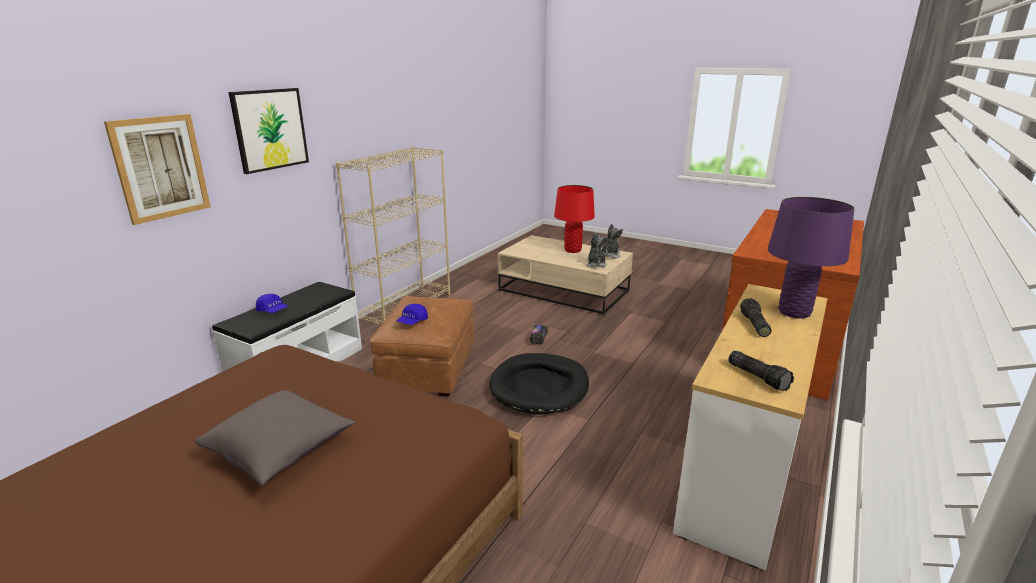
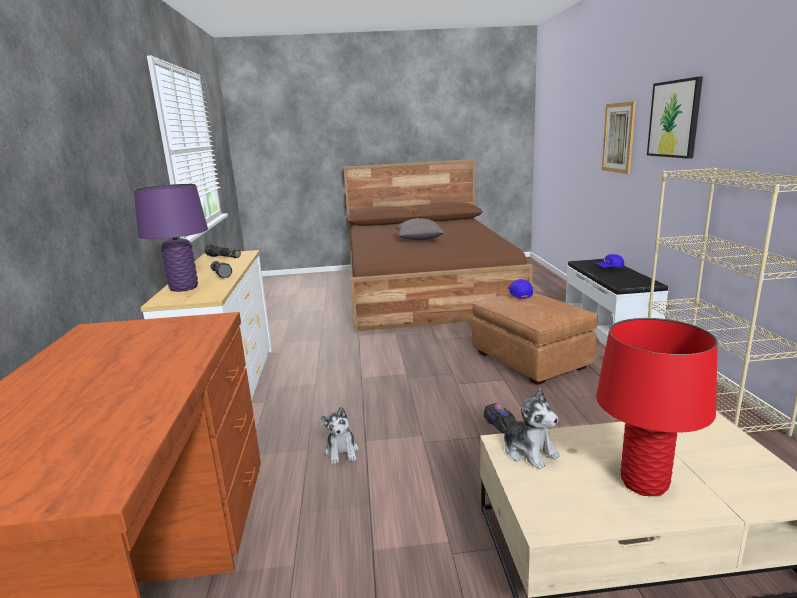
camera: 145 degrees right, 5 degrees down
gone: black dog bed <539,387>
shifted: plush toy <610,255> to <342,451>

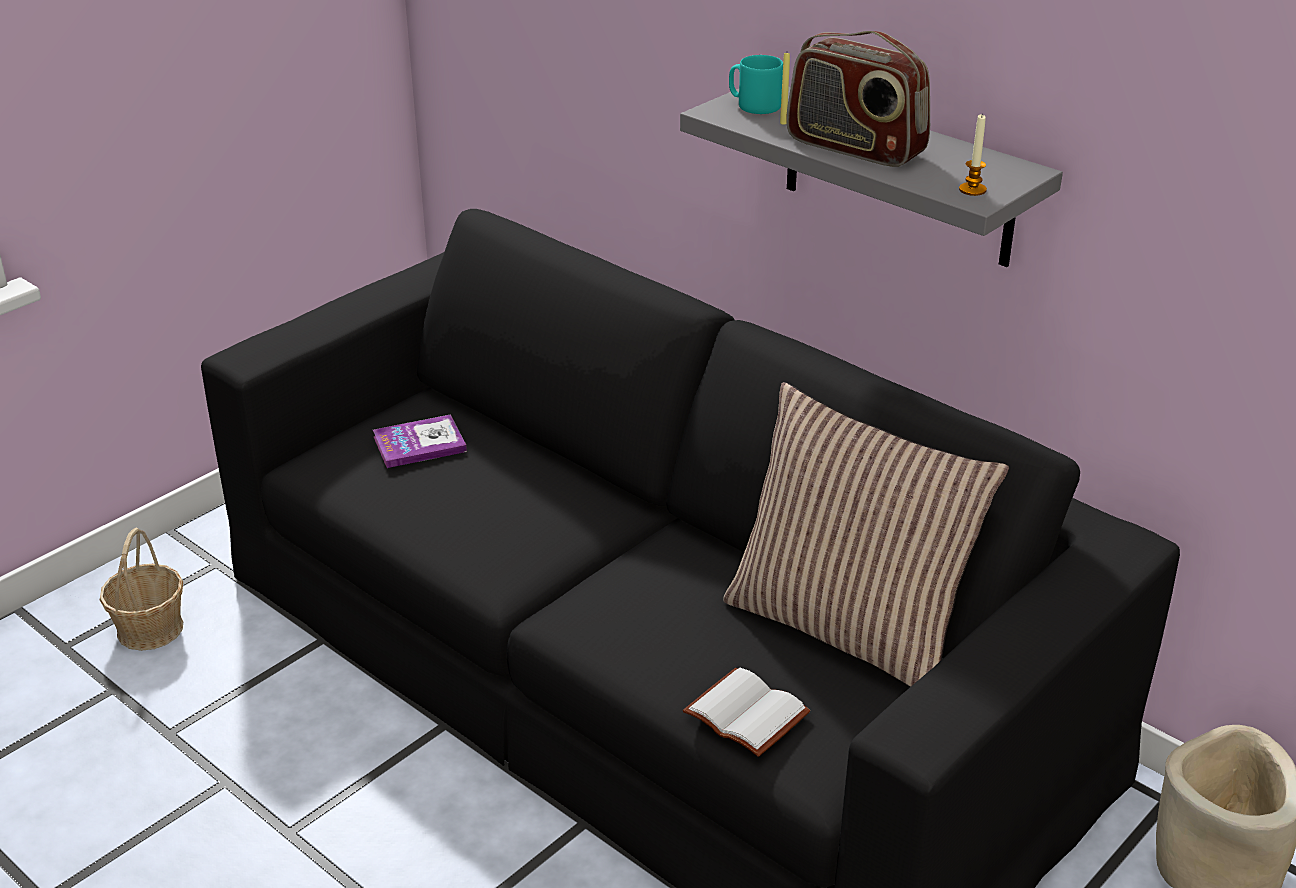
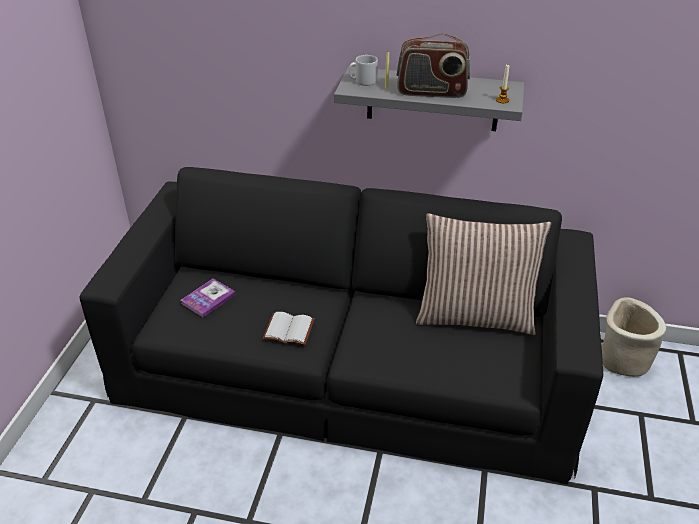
camera: 30 degrees left, 5 degrees up
gone: basket <151,628>
shifted: white book <743,715> to <287,331>
repainted: turquoise mug <754,106> to grey mug <363,81>

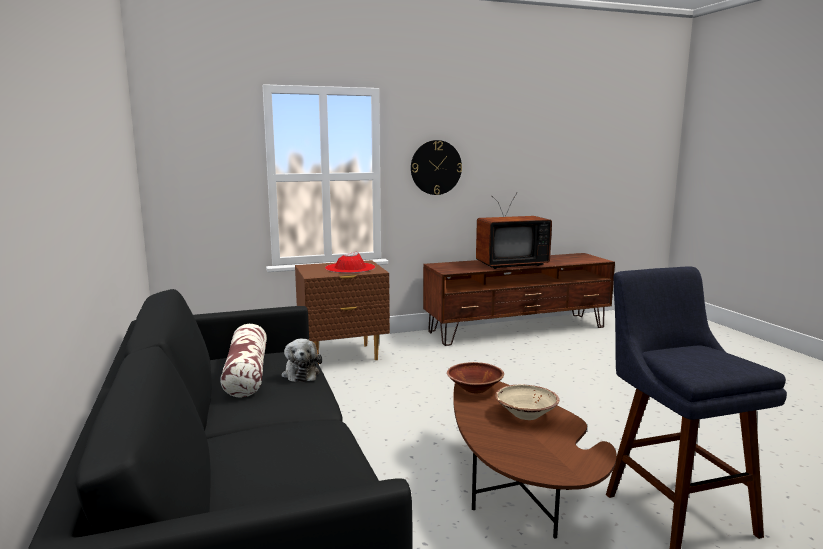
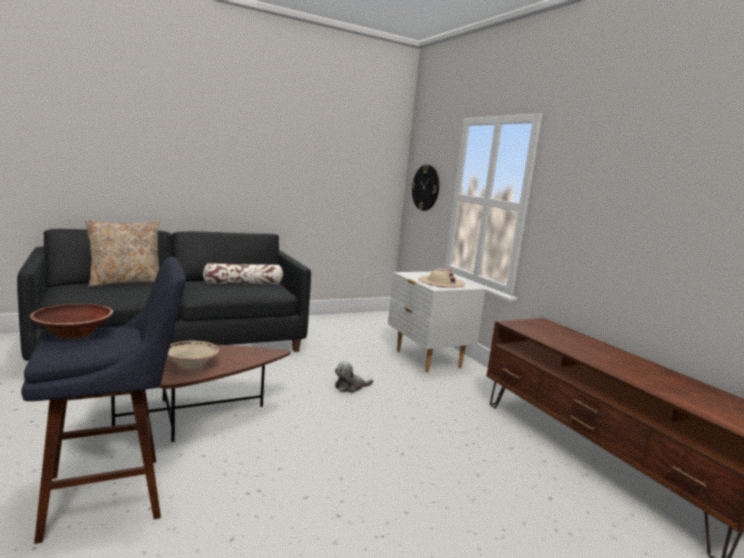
camera: 80 degrees right, 0 degrees up
gone: television <509,264>
new: beige pillow <125,282>
shifted: brown bowl <475,389> to <73,334>; plush toy <301,373> to <350,387>; wall clock <436,167> to <425,187>
repainted: brown nightstand <343,356> to white nightstand <427,359>; red hat <350,268> to beige hat <441,282>

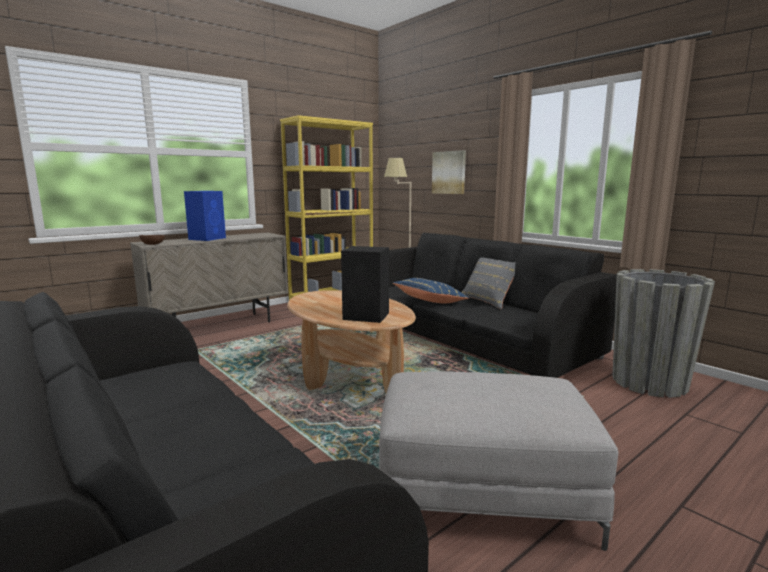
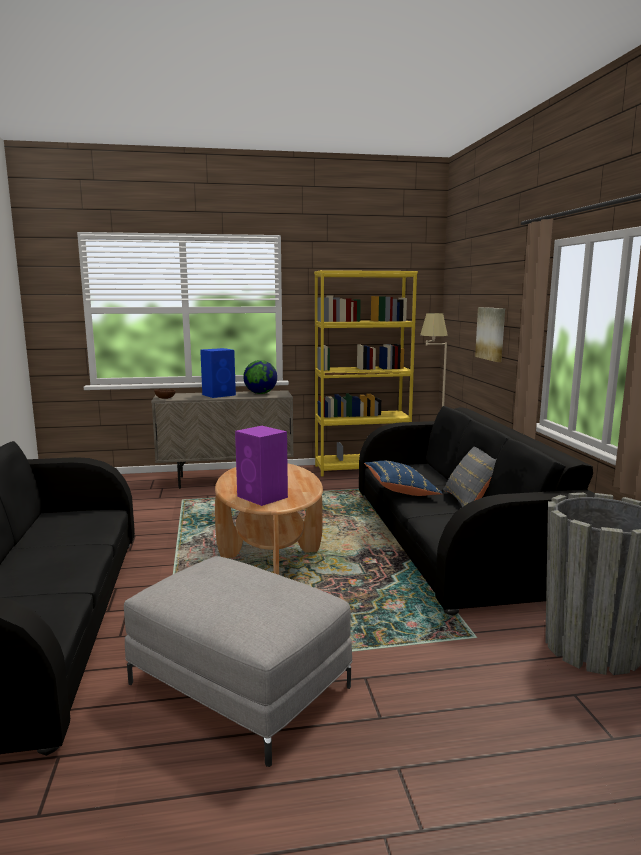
camera: 30 degrees right, 0 degrees up
new: globe <260,393>
repainted: black speaker <367,316> to purple speaker <263,497>

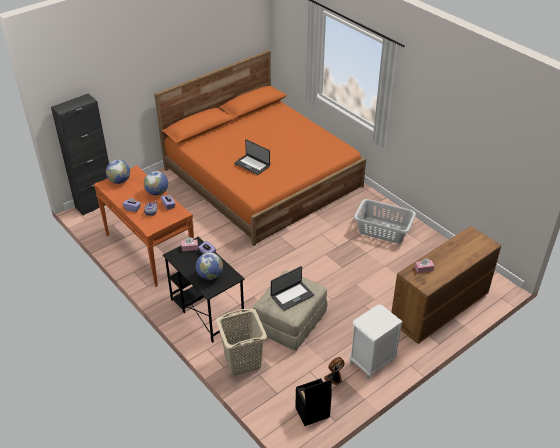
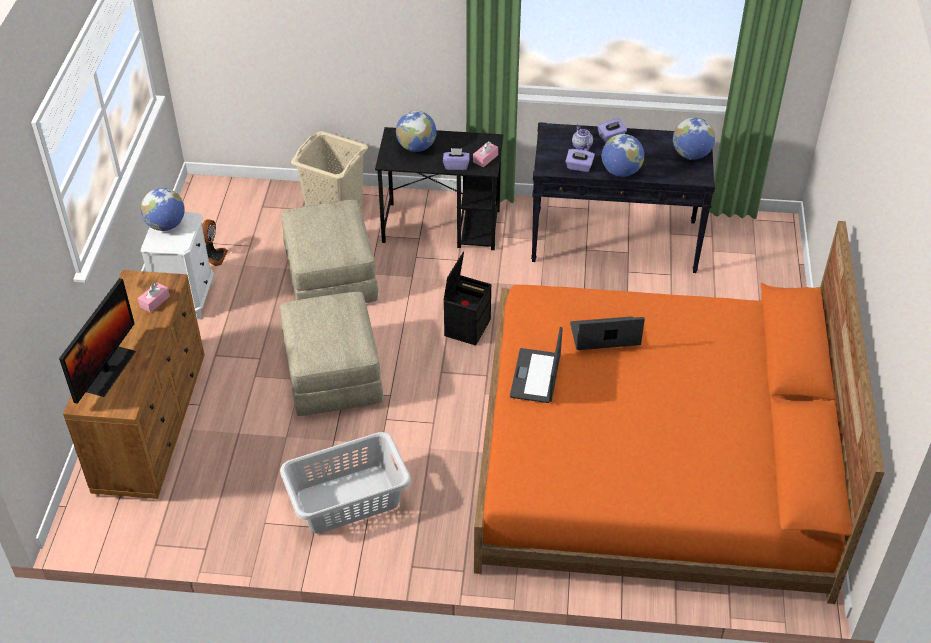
camera: 135 degrees right, 5 degrees up
gone: black cabinet <95,204>
new: monitor <107,370>; globe <166,225>; beige ottoman <332,374>
shifted: black storage box <312,413> to <467,326>; laptop <292,296> to <536,376>
repainted: orange console table <149,250> to black console table <615,241>

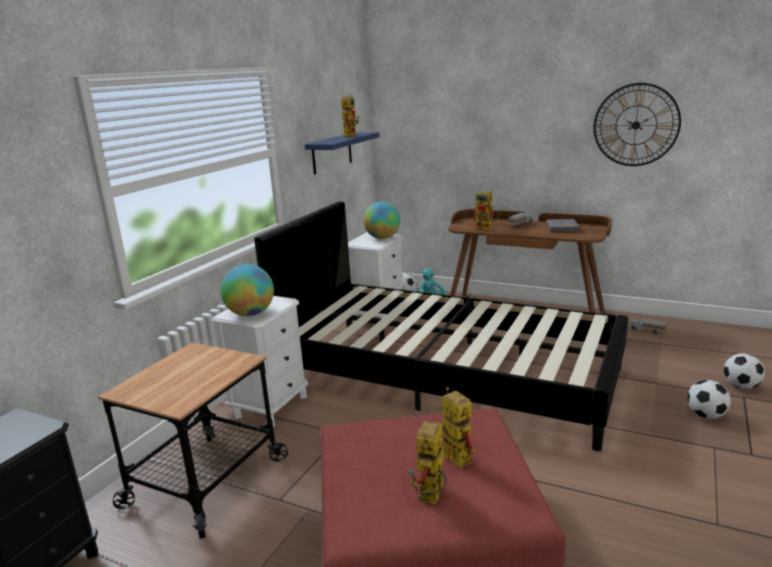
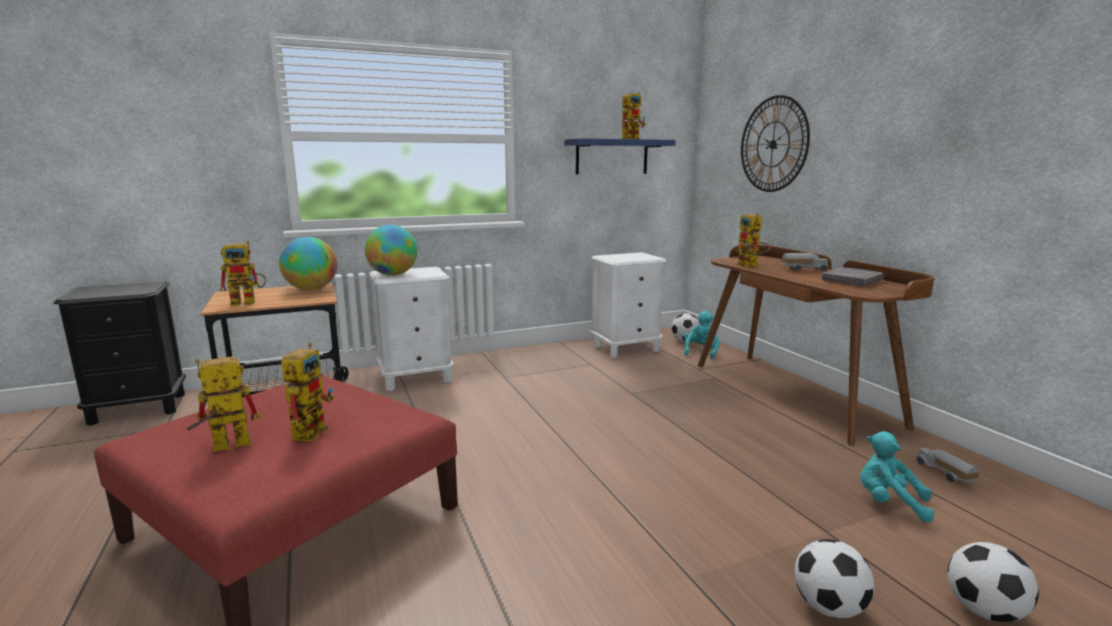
camera: 40 degrees right, 5 degrees down
gone: black bed <446,375>
new: toy robot <249,302>; turquoise plush toy <889,503>
shifted: globe <383,238> to <311,289>; wall clock <636,125> to <773,144>

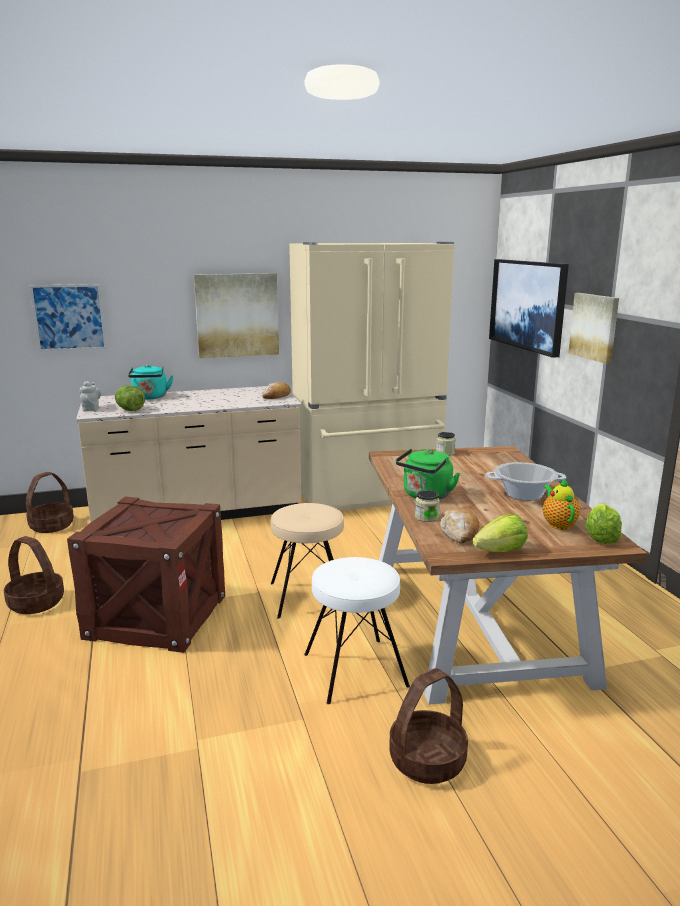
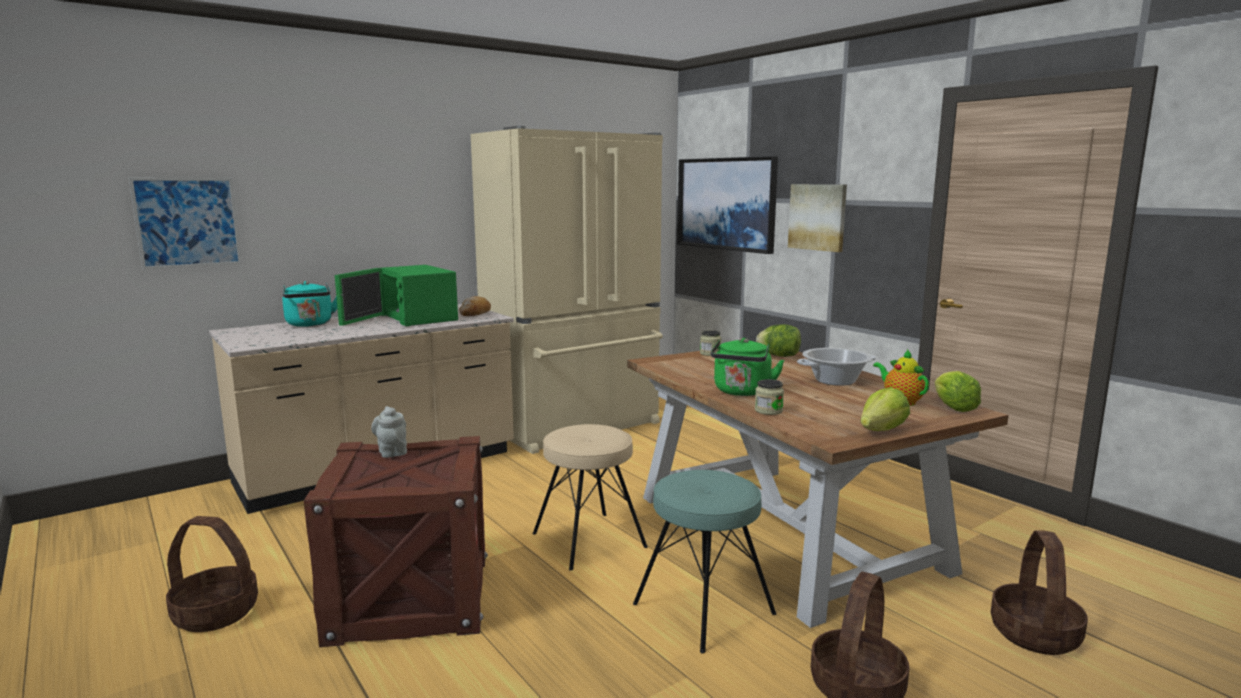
camera: 20 degrees left, 5 degrees down
gone: picture <237,315>; bread <459,532>
new: green microwave <413,318>
shifted: grey teapot <91,409> to <392,451>; lettuce <130,410> to <779,356>; basket <51,526> to <1035,634>
repainted: white stool <355,670> to turquoise stool <703,609>

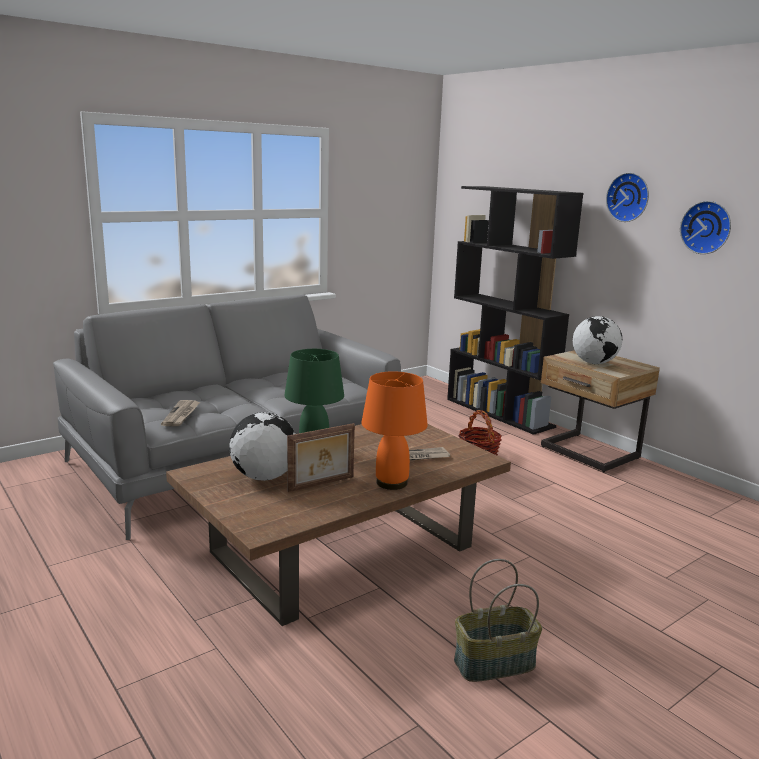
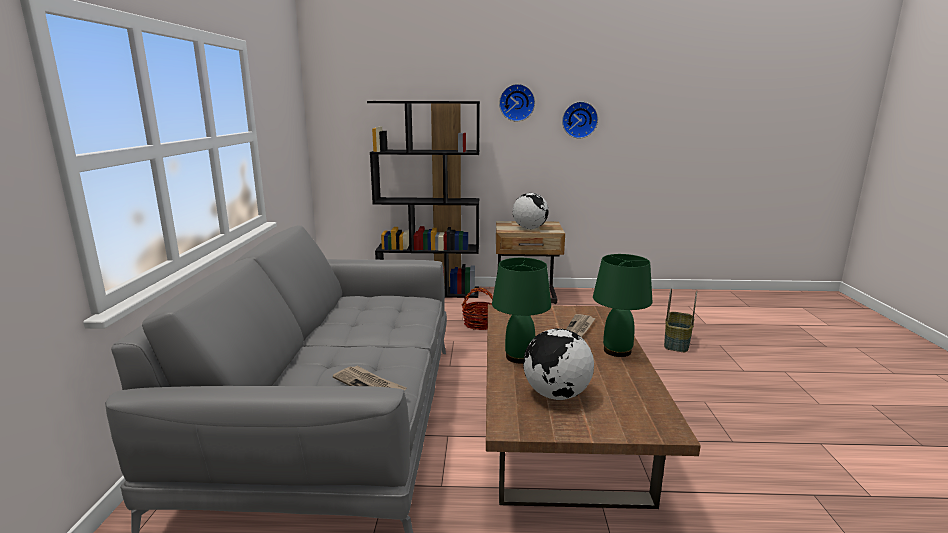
camera: 50 degrees left, 0 degrees up
gone: picture frame <321,484>
shifted: basket <494,664> to <677,343>
repainted: orange table lamp <392,483> to green table lamp <618,350>

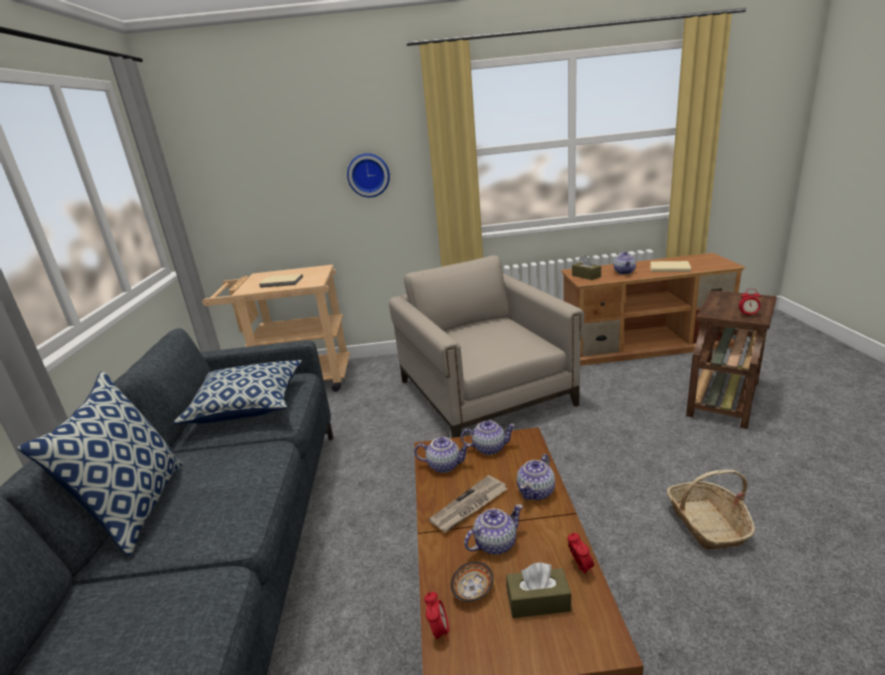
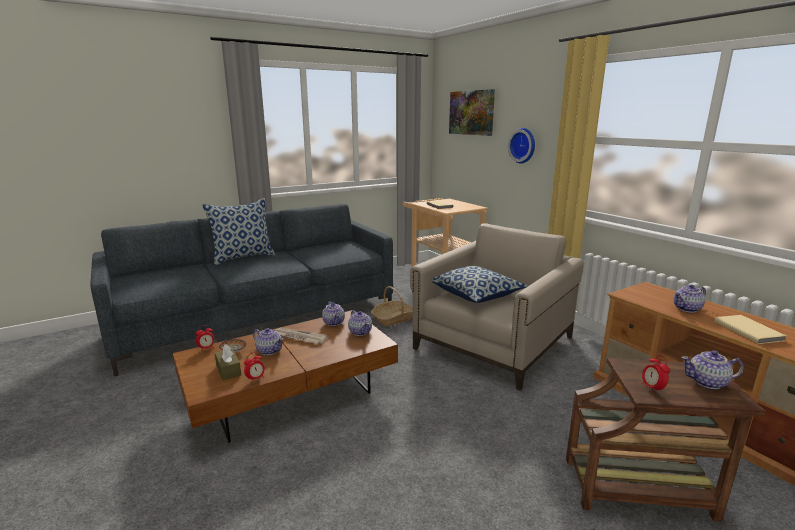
camera: 60 degrees right, 5 degrees down
gone: brown tissue box <586,276>
new: picture <471,112>
shifted: basket <707,524> to <393,319>; pillow <248,405> to <476,295>; teapot <536,491> to <708,382>

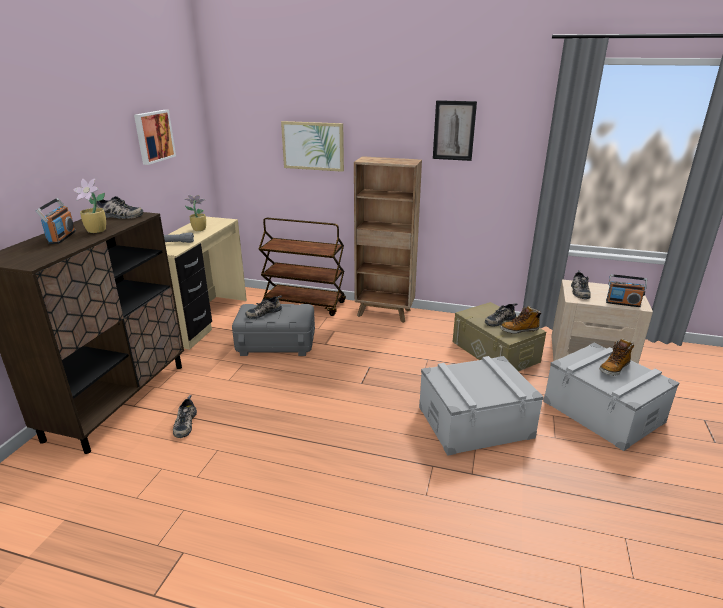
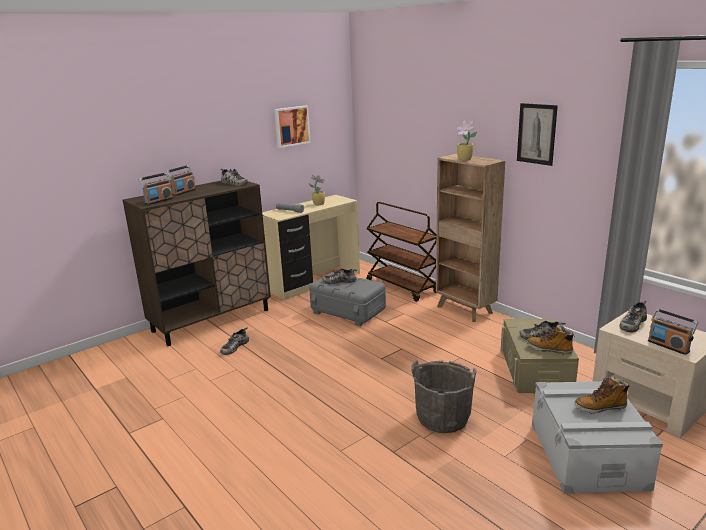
camera: 35 degrees right, 5 degrees down
gone: picture <313,146>
new: radio <159,201>
shifted: potted plant <97,231> to <465,159>
swapped: grey storage box <475,422> to grey bucket <443,417>

